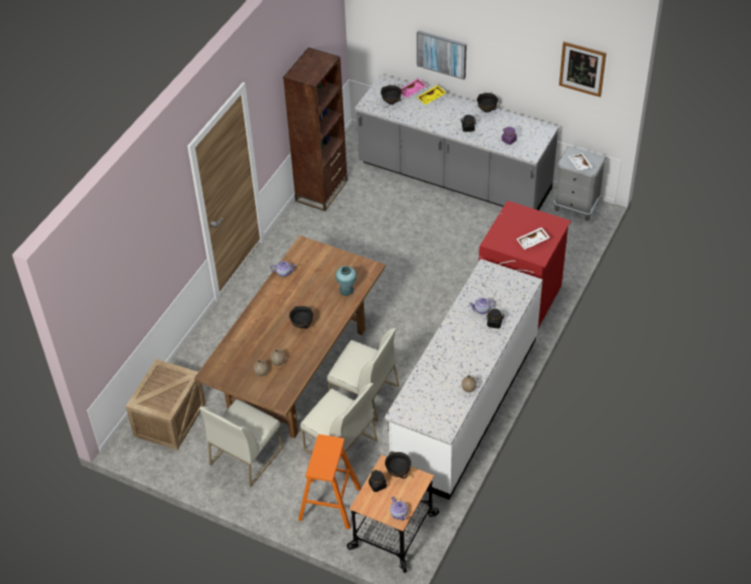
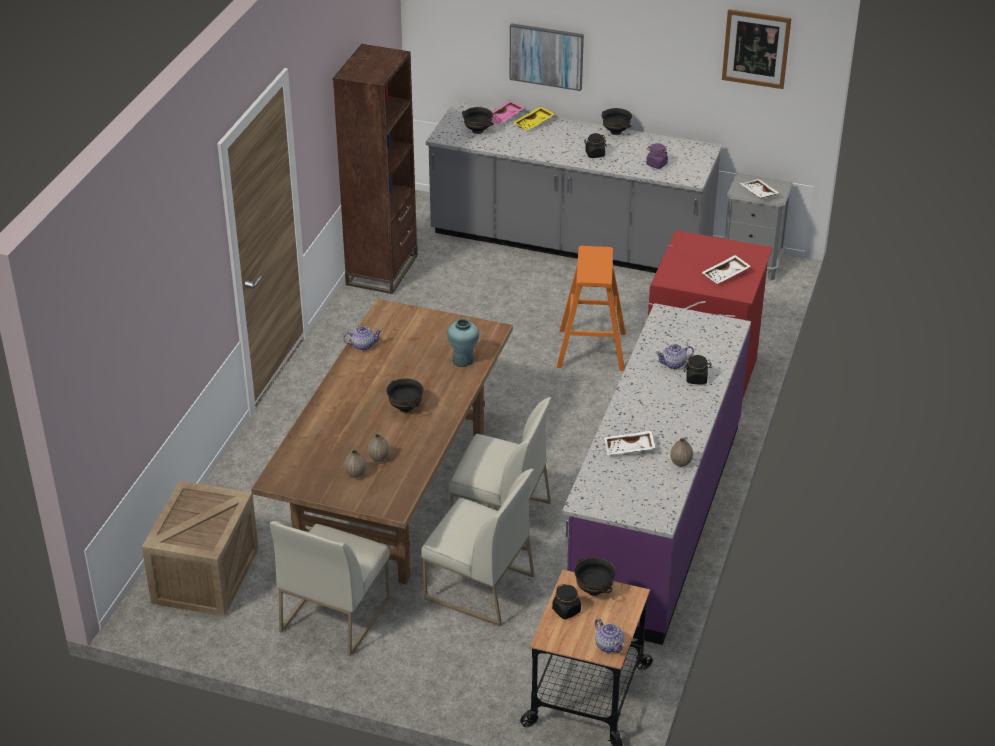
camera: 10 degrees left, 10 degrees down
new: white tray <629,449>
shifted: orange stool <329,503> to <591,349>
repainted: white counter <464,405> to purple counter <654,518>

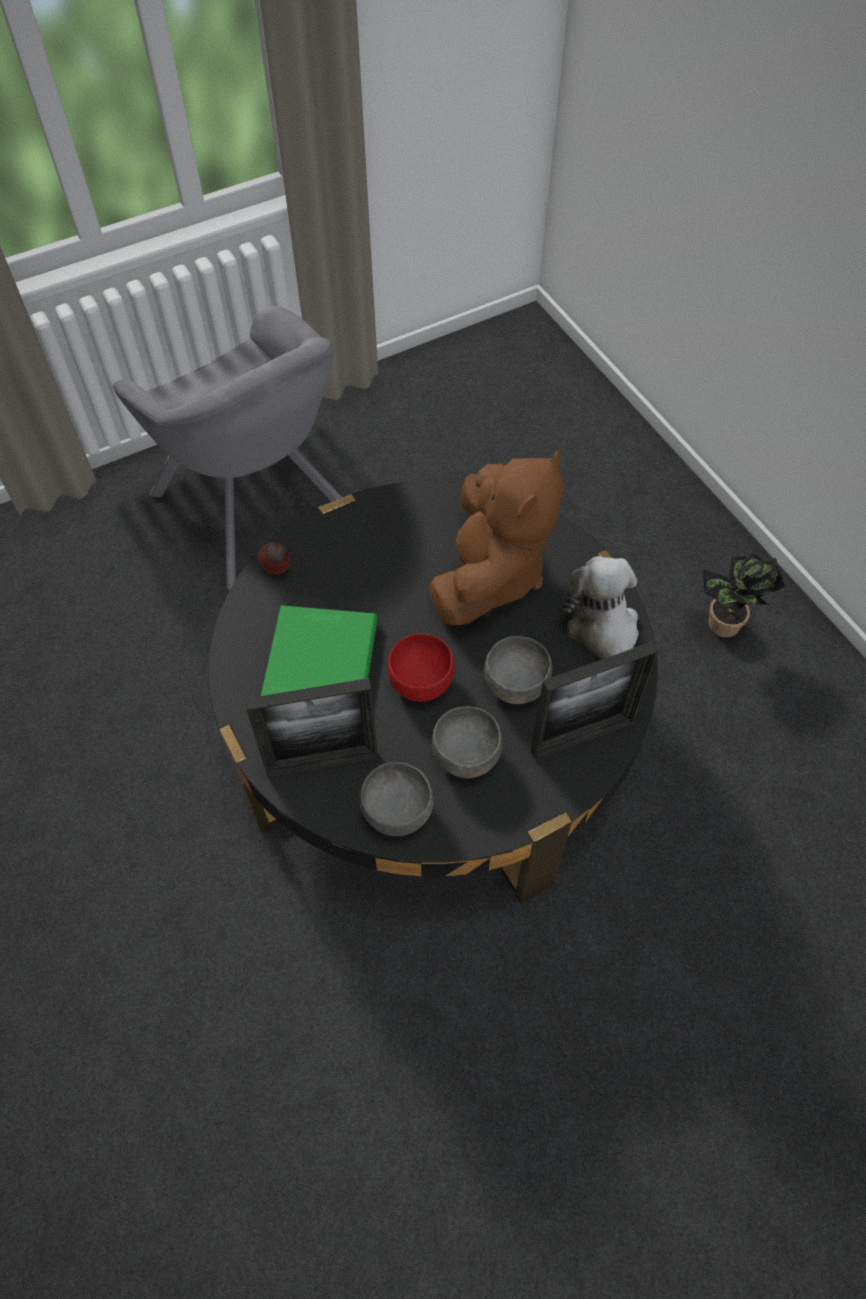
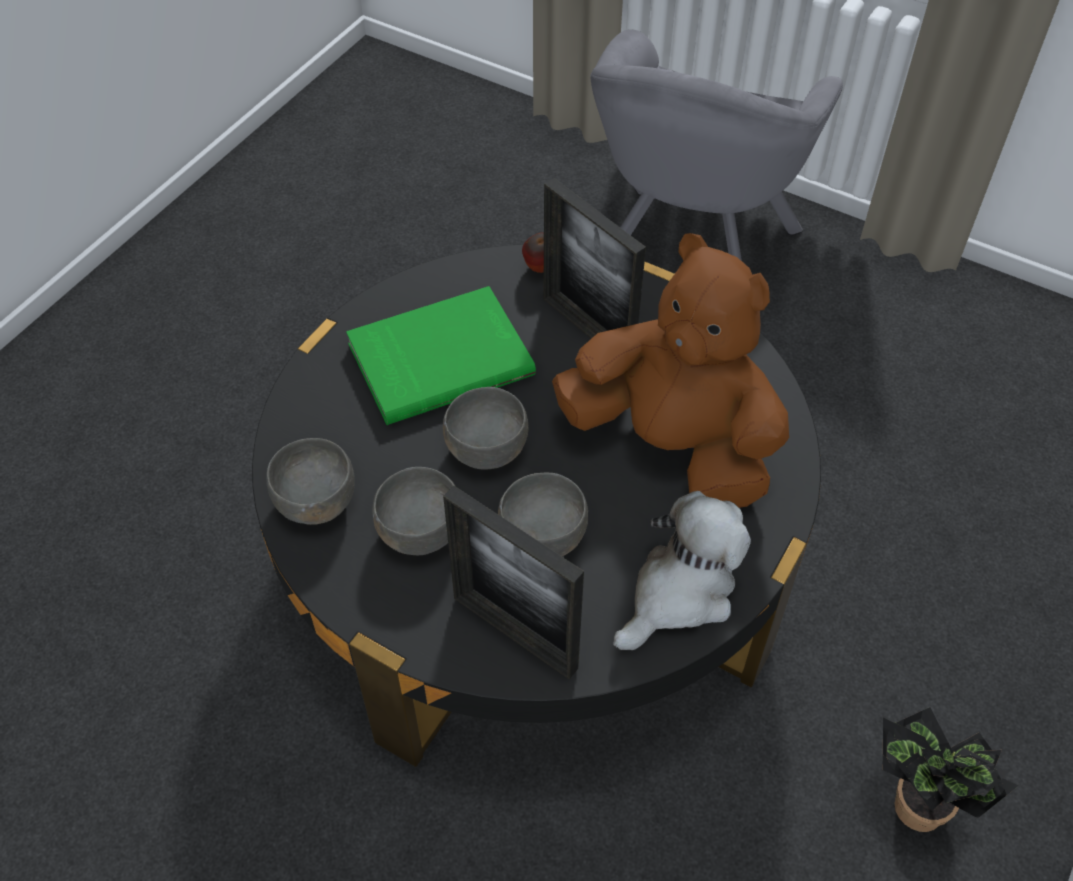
camera: 60 degrees right, 5 degrees down
shifted: picture frame <322,762> to <588,329>
repainted: red bowl <421,682> to grey bowl <485,448>
rotated: brown plush toy <490,576> = <673,445> 135 degrees counterclockwise

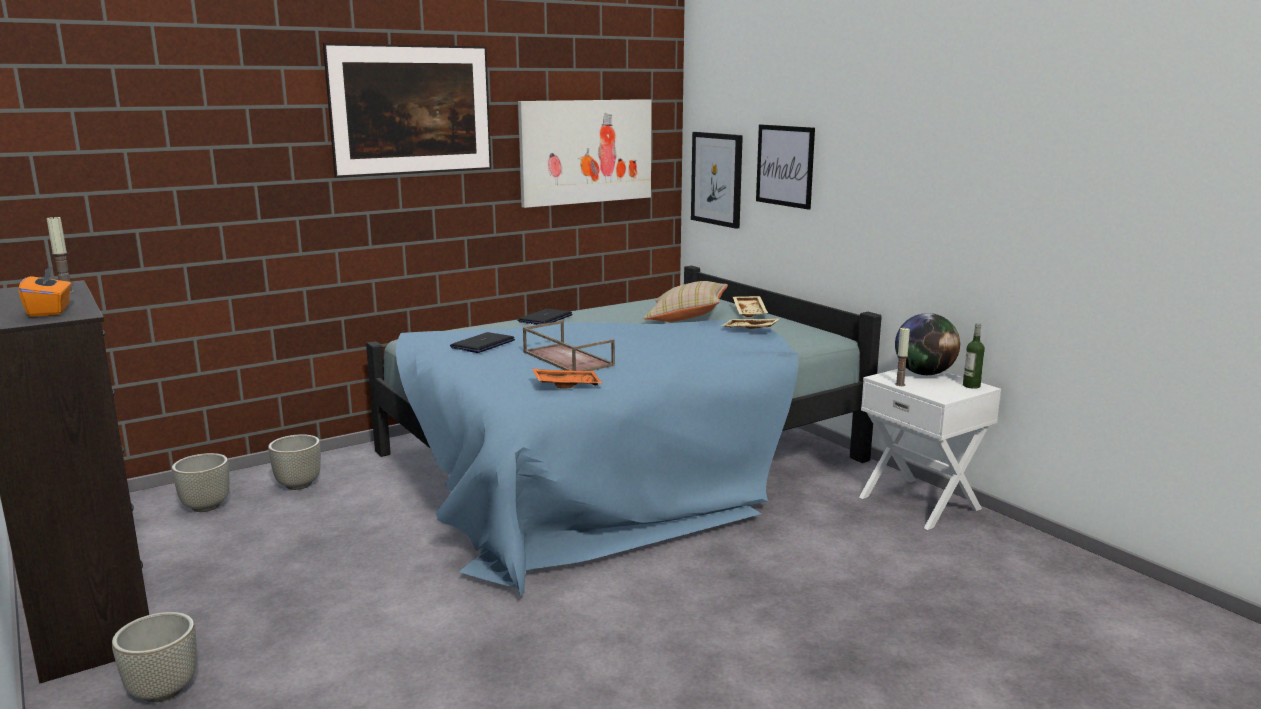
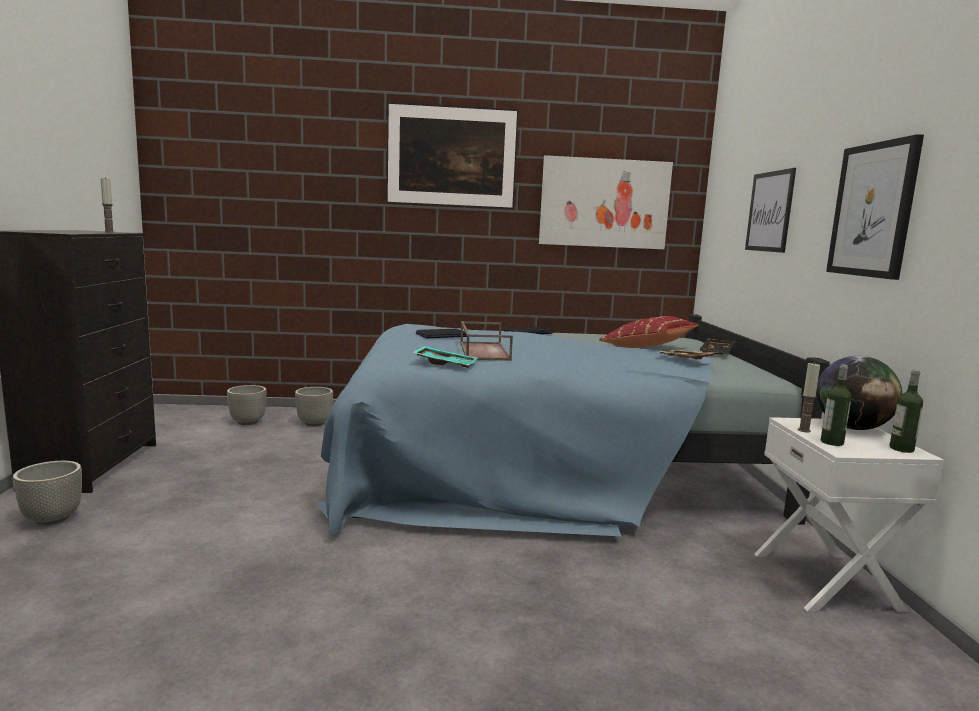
camera: 30 degrees right, 5 degrees down
gone: orange tissue box <50,311>
new: bottle <832,442>
shifted: picture <717,179> to <873,210>
repainted: orange tray <566,385> to turquoise tray <445,364>; beige pillow <686,317> to red pillow <647,347>; beige tray <750,312> to black tray <717,353>

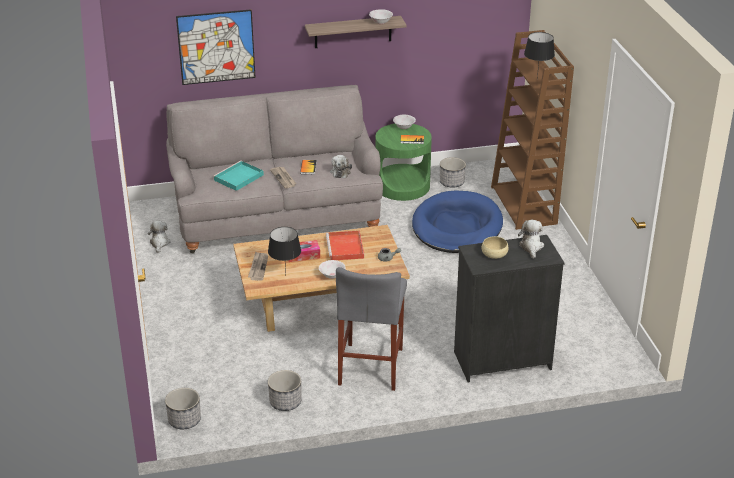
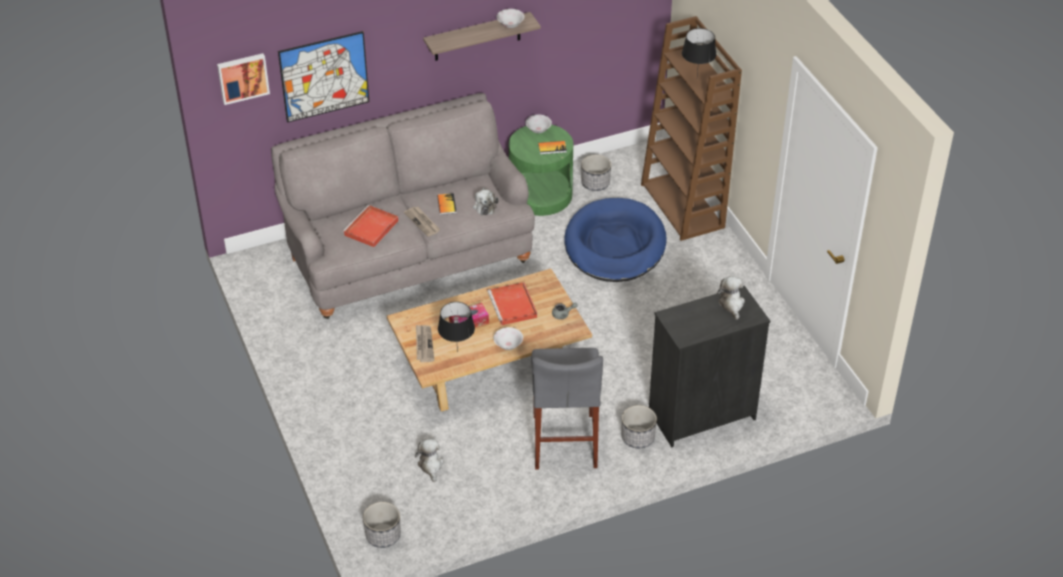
camera: 10 degrees left, 10 degrees up
gone: beige bowl <494,254>
new: picture <243,77>
shifted: plush toy <159,243> to <430,465>; planter <285,402> to <637,437>
repainted: turquoise tray <238,178> to red tray <371,228>

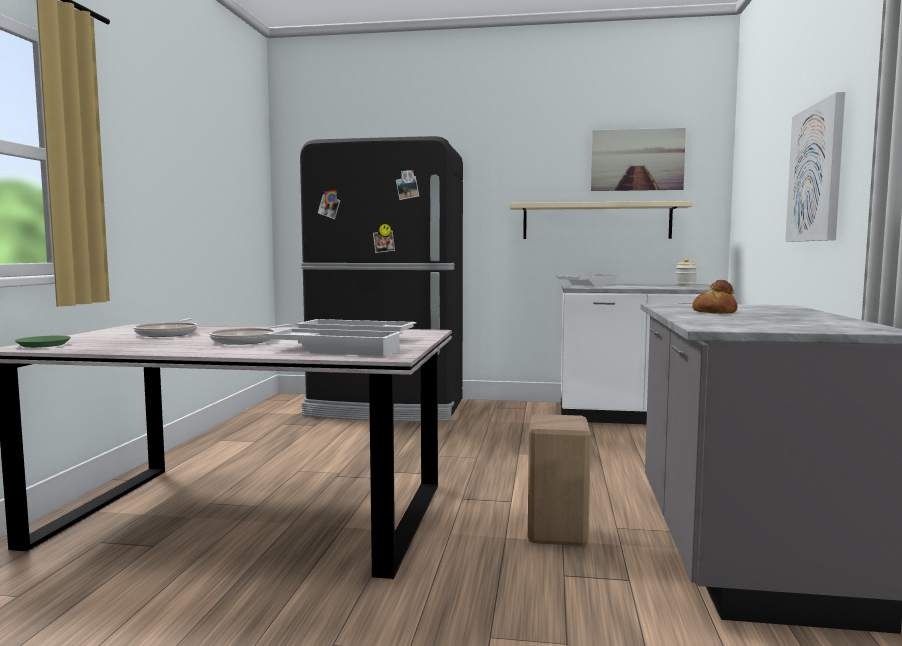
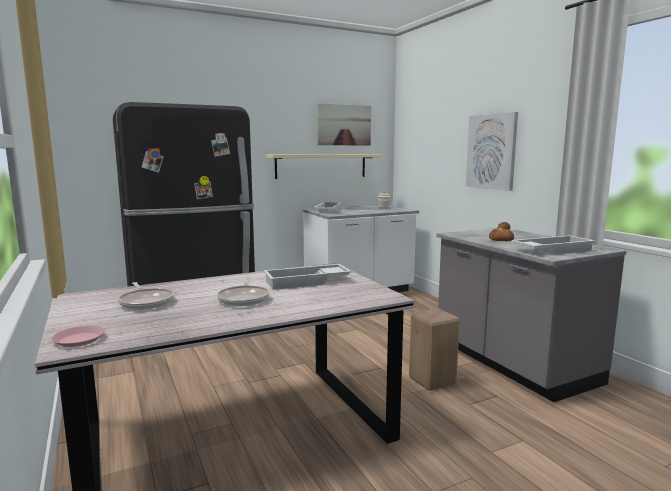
camera: 35 degrees left, 5 degrees up
shifted: white tray <336,349> to <552,250>
repainted: green plate <43,345> to pink plate <79,340>

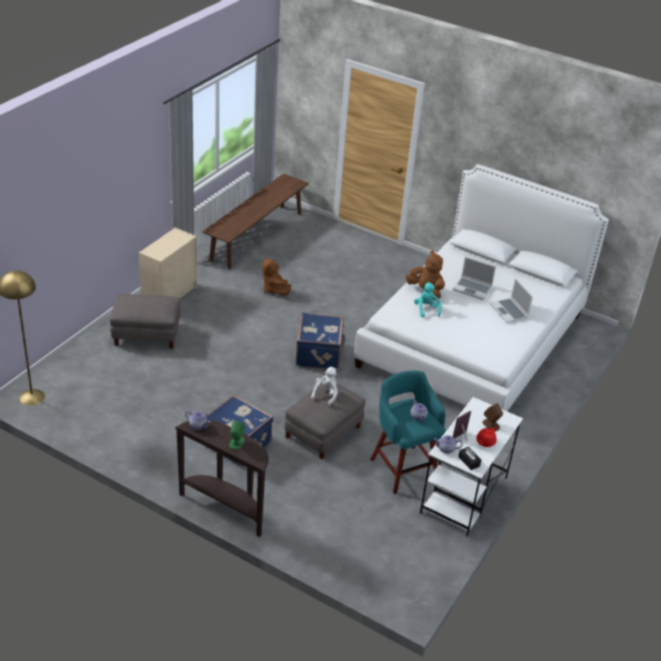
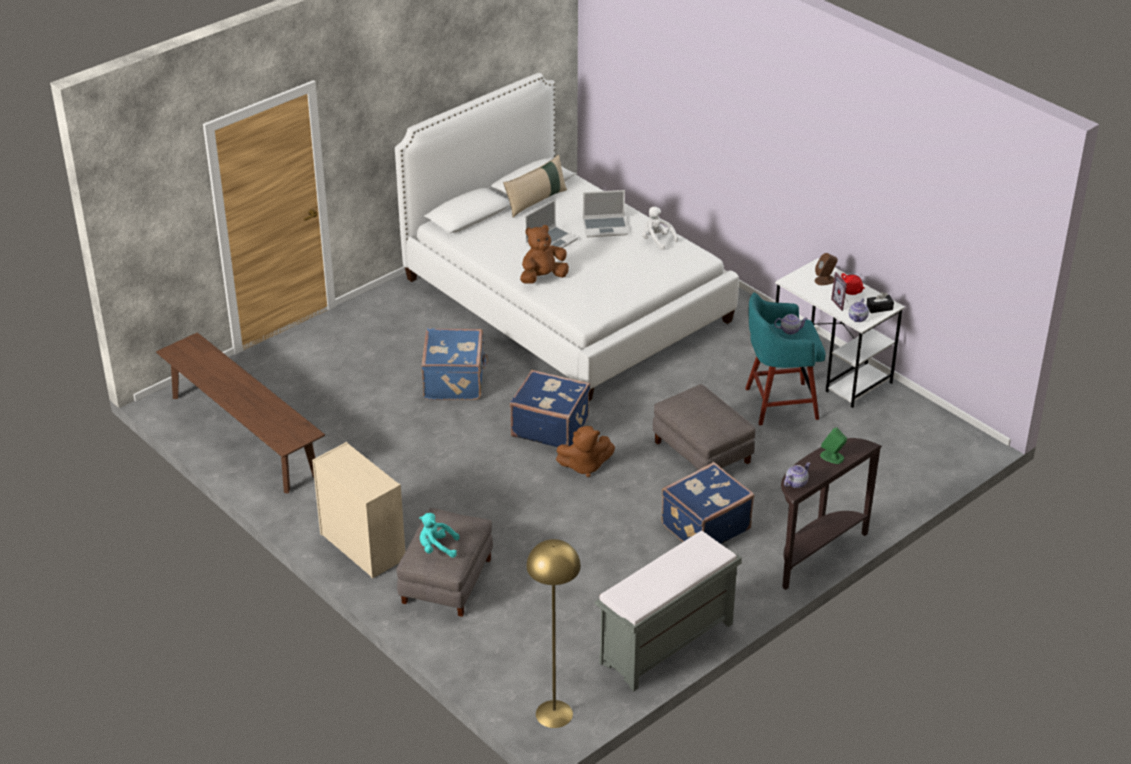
camera: 70 degrees left, 0 degrees up
new: blue suitcase <455,381>; beige pillow <536,201>; grey bench <666,644>
shifted: turquoise plush toy <426,309> to <437,548>; brown plush toy <274,289> to <584,466>; white plush toy <326,394> to <657,240>

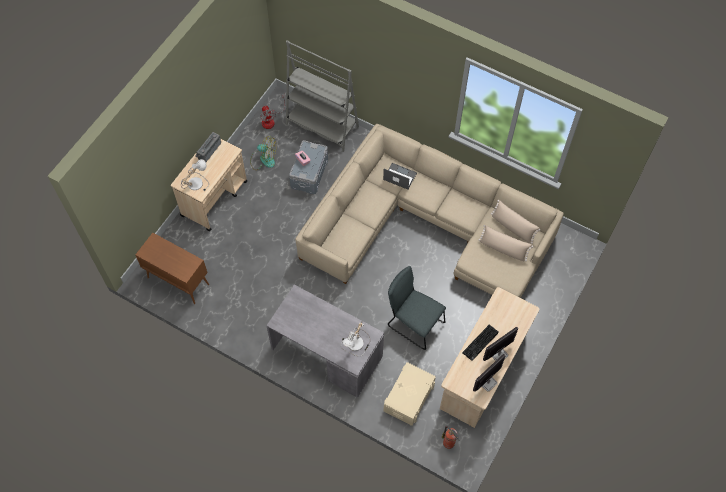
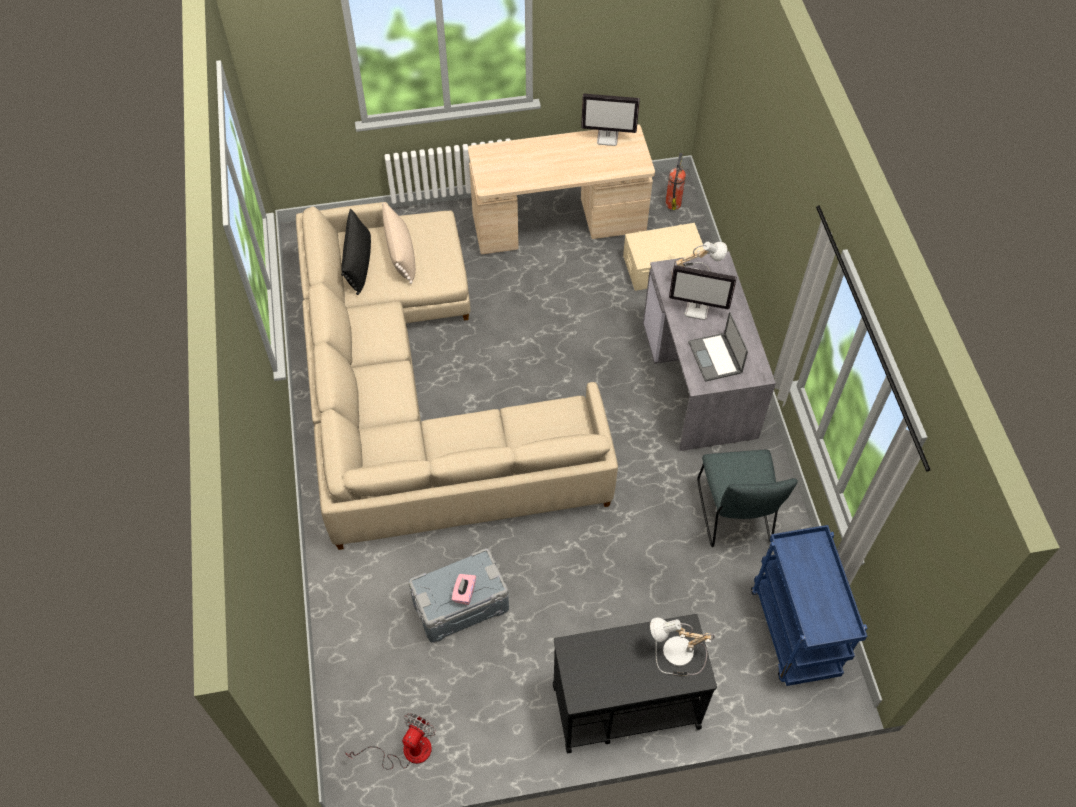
camera: 130 degrees left, 5 degrees down
gone: radio <208,150>; fan <263,159>; grey bookcase <322,125>; keyboard <480,343>
shifted: monitor <498,354> to <697,309>; laptop <399,176> to <715,358>; grey chair <413,323> to <734,516>
swapped: brown cabinet <177,281> to blue cart <795,633>
repainted: beige pillow <512,227> to black pillow <358,262>; beige cart <214,198> to black cart <624,705>

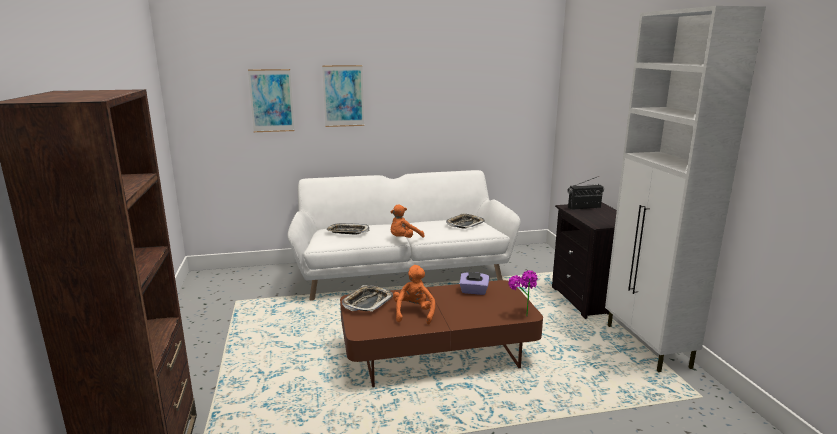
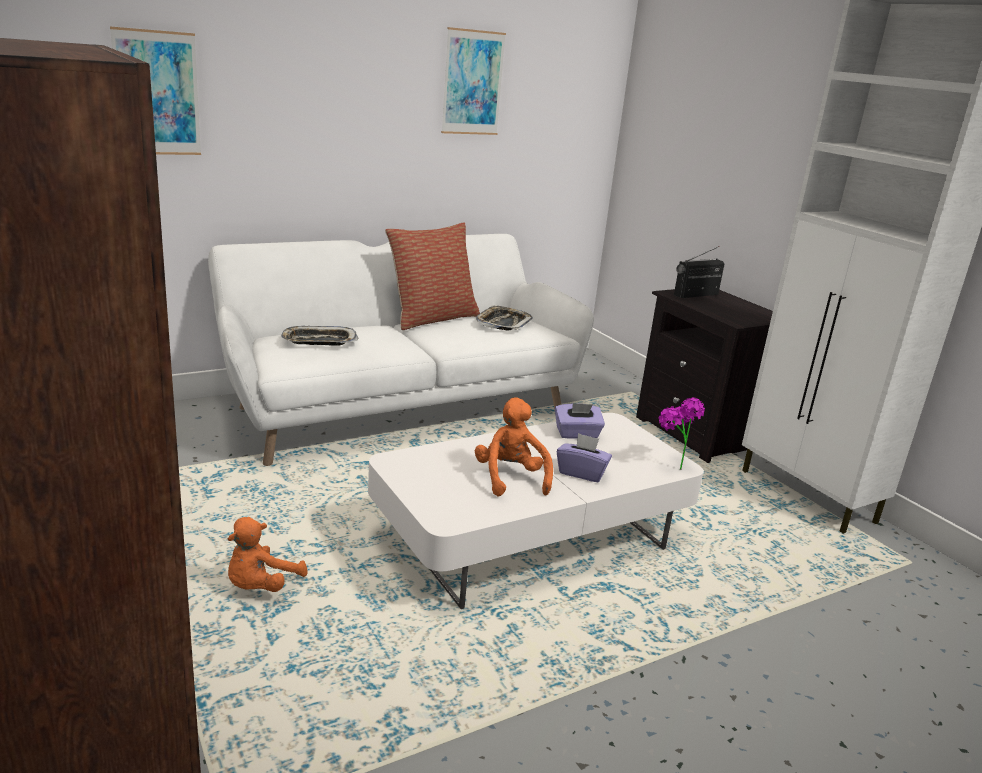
camera: 20 degrees left, 5 degrees up
gone: tray <367,302>
new: pillow <432,318>; purple tissue box <581,473>
shifted: orange plush toy <404,239> to <261,586>; picture <343,96> to <472,83>
repainted: brown coffee table <437,353> to white coffee table <531,539>

